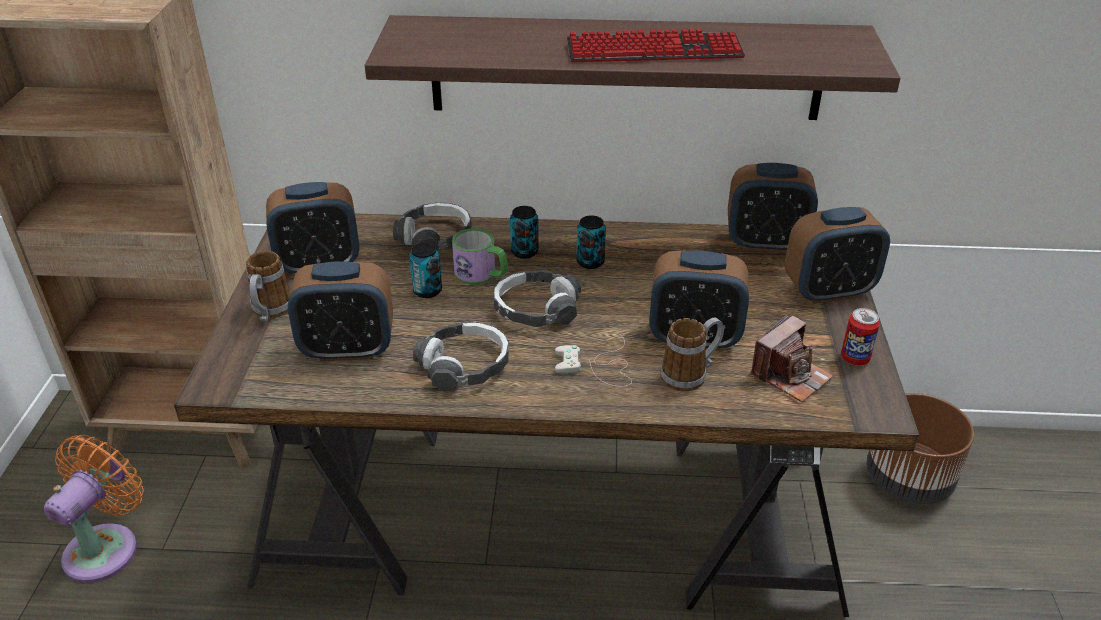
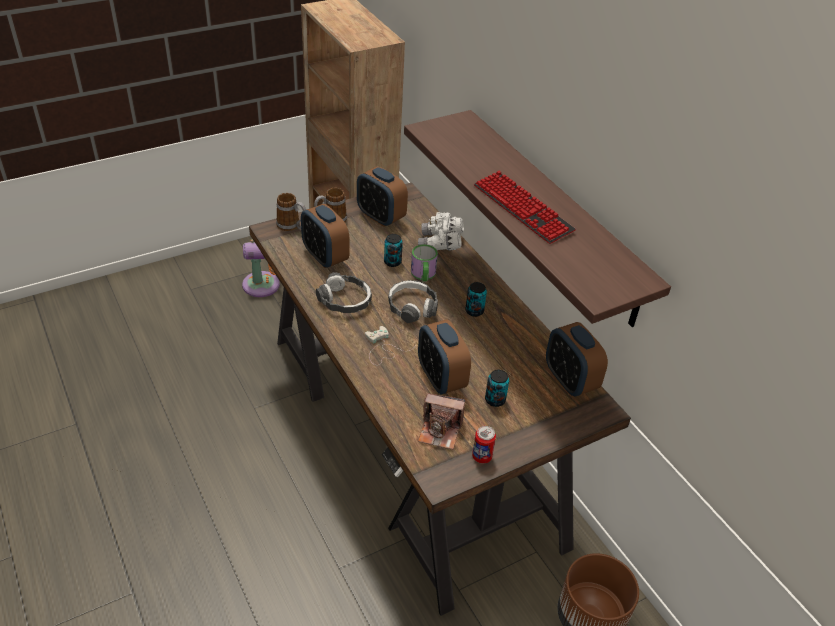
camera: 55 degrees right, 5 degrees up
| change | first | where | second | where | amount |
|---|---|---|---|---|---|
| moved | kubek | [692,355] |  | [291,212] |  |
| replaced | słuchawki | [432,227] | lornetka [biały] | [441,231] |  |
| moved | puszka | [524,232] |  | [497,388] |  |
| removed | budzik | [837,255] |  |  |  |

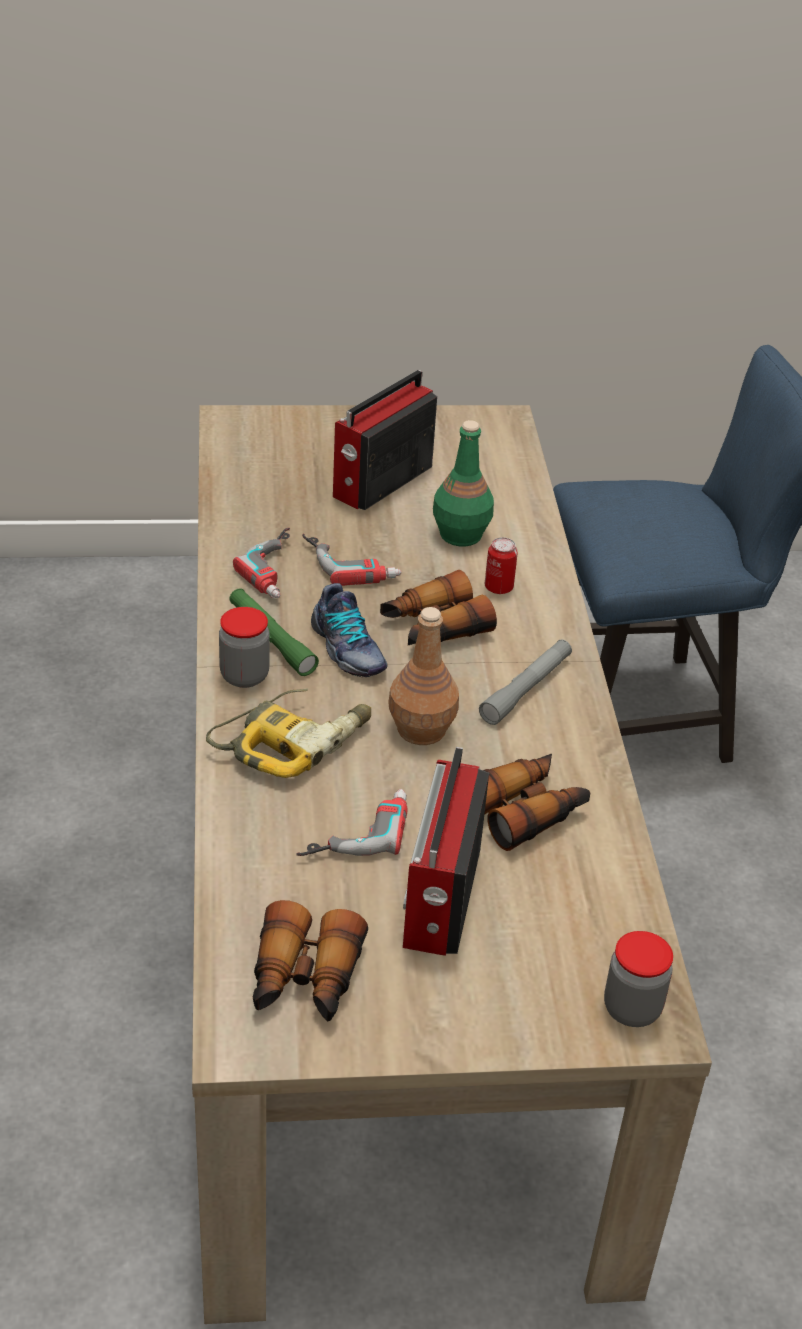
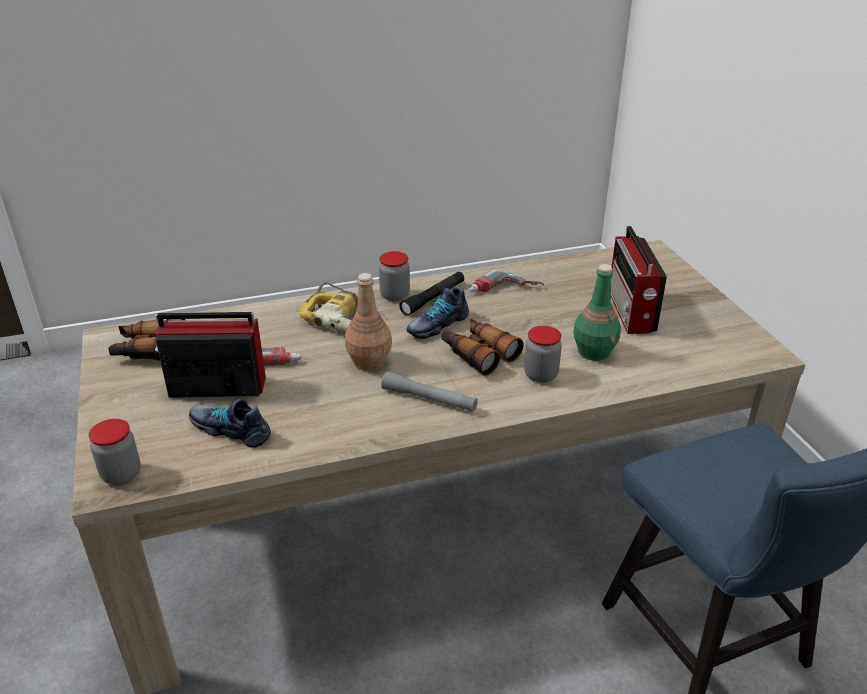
camera: 80 degrees right, 5 degrees down
| change | first | where | second | where | amount |
|---|---|---|---|---|---|
| added |  |  | but | [230,423] |  |
| recoloured | latarka [zielony] | [274,632] | latarka [czarny] | [431,294] |  |
| replaced | puszka | [501,565] | słoik | [543,354] |  |
| turned | radio | [385,440] |  | [639,280] | 120 degrees counterclockwise |
| removed | wiertarka | [352,560] |  |  |  |
| removed | lornetka | [536,802] |  |  |  |

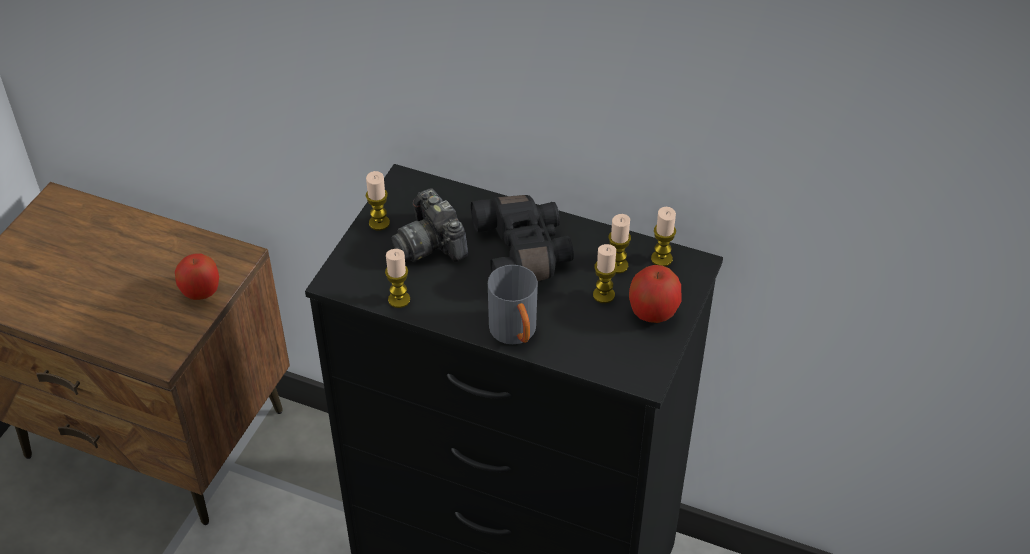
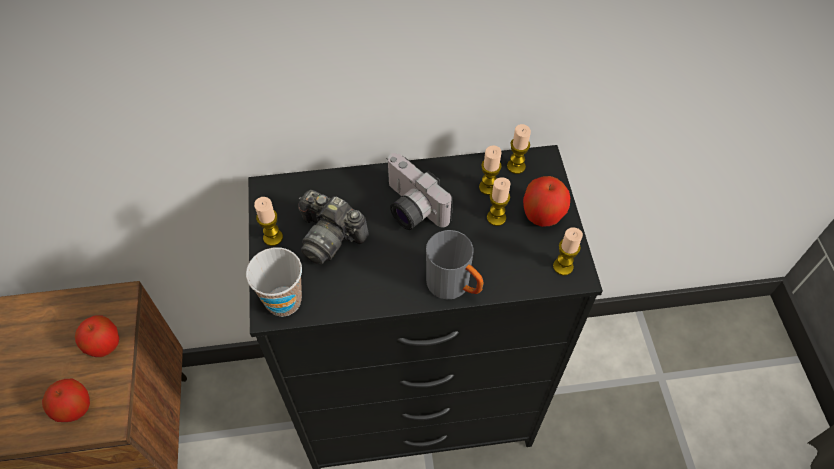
camera: 30 degrees left, 10 degrees up
| change | first | where | second | where | amount |
|---|---|---|---|---|---|
| added |  |  | jabłko | [66,400] |  |
| added |  |  | filiżanka | [274,282] |  |
| replaced | lornetka [czarny] | [522,238] | aparat fotograficzny | [419,191] |  |
| moved | świeca | [397,278] |  | [568,251] |  |

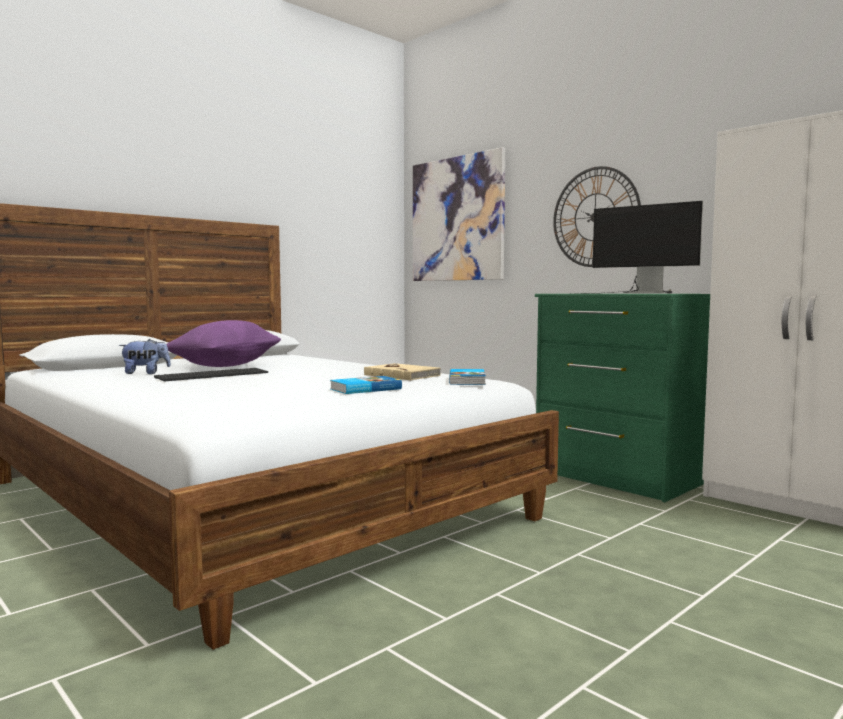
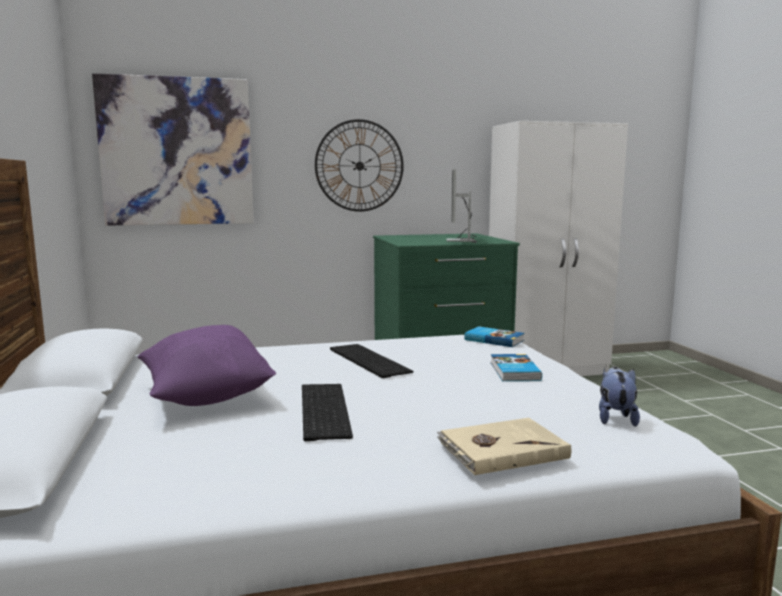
camera: 60 degrees left, 5 degrees up
| change | first | where | second | where | amount |
|---|---|---|---|---|---|
| added |  |  | klawiatura | [371,361] |  |
| moved | książka [beżowy] | [403,371] |  | [504,446] |  |
| turned | monitor | [648,247] |  | [461,206] | 120 degrees clockwise |
| moved | pluszak | [145,356] |  | [619,397] |  |

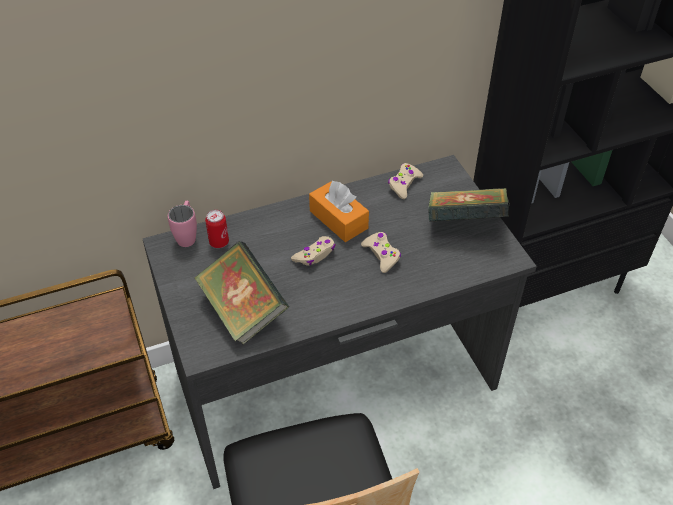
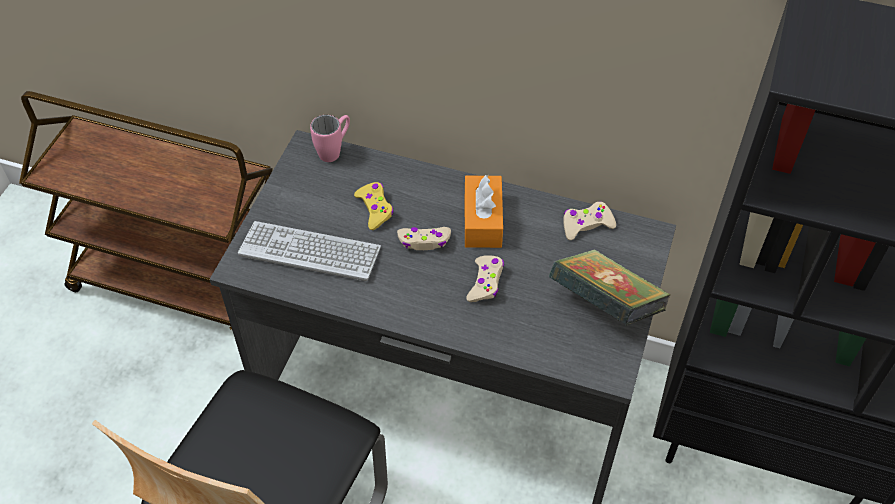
camera: 40 degrees right, 5 degrees up
| change | first | where | second | where | amount |
|---|---|---|---|---|---|
| replaced | książka | [241,293] | klawiatura | [309,251] |  |
| added |  |  | pad do gier [żółty] | [374,206] |  |
| removed | puszka | [217,229] |  |  |  |

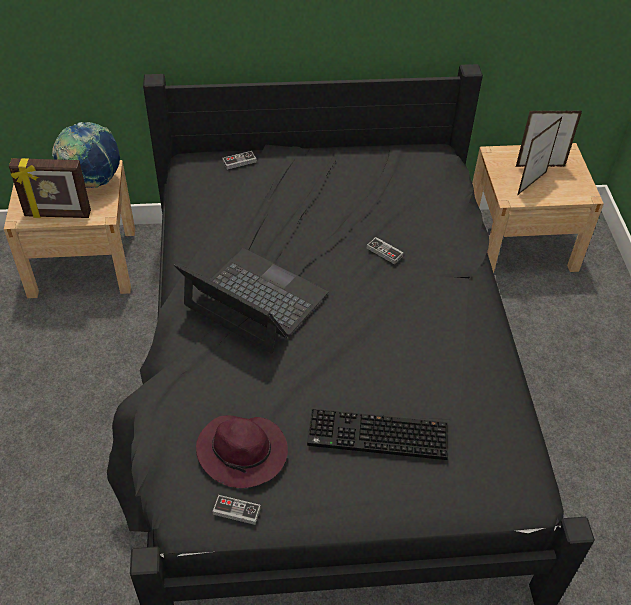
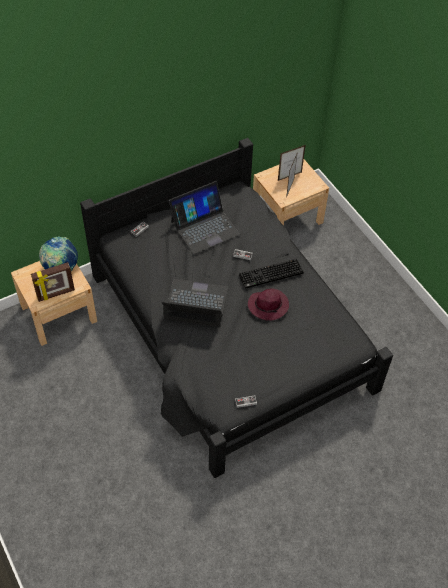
camera: 25 degrees left, 5 degrees up
| change | first | where | second | where | amount |
|---|---|---|---|---|---|
| added |  |  | laptop | [204,217] |  |
| moved | klawiatura | [377,434] |  | [271,274] |  |
| moved | kapelusz [fioletowy] | [242,451] |  | [268,304] |  |

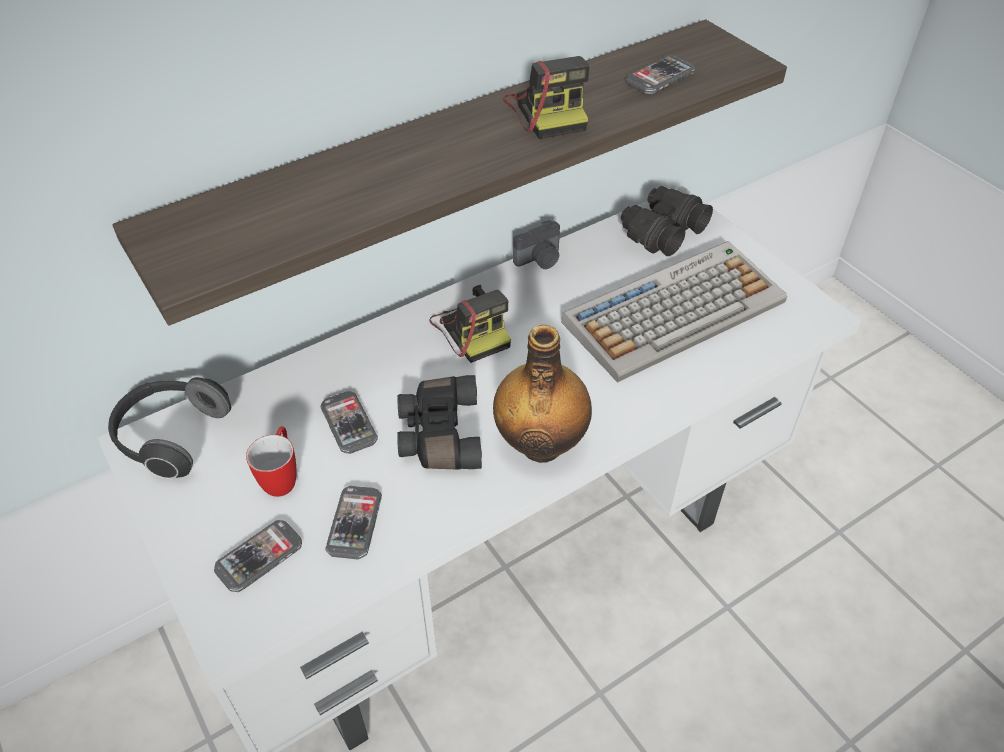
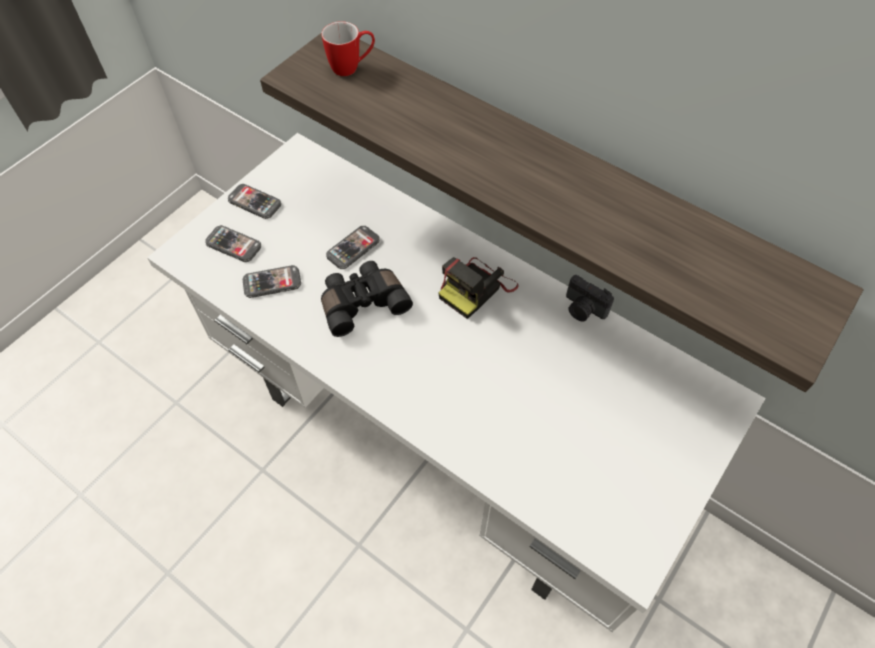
camera: 70 degrees right, 10 degrees up
| change | first | where | second | where | amount |
|---|---|---|---|---|---|
| moved | telefon | [660,74] |  | [254,201] |  |
| moved | kubek | [271,461] |  | [348,48] |  |
| removed | słuchawki | [169,428] |  |  |  |
| removed | butelka | [542,394] |  |  |  |
| removed | aparat fotograficzny | [546,97] |  |  |  |
| removed | klawiatura | [674,312] |  |  |  |
| removed | lornetka [czarny] | [667,221] |  |  |  |

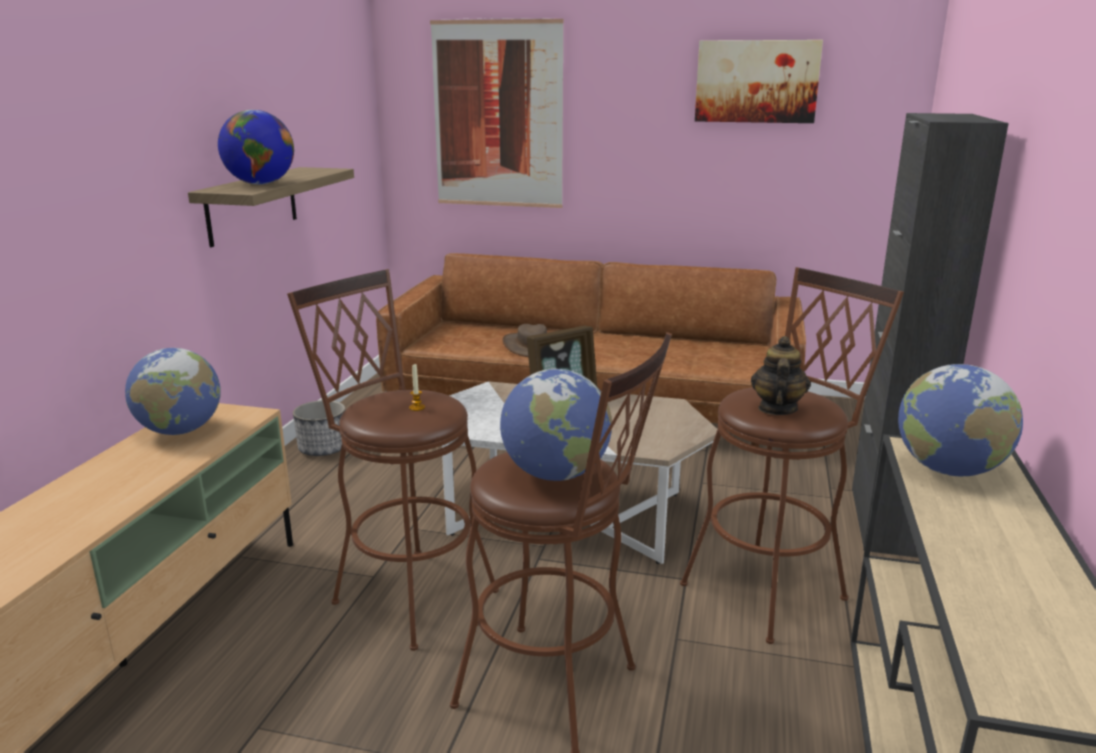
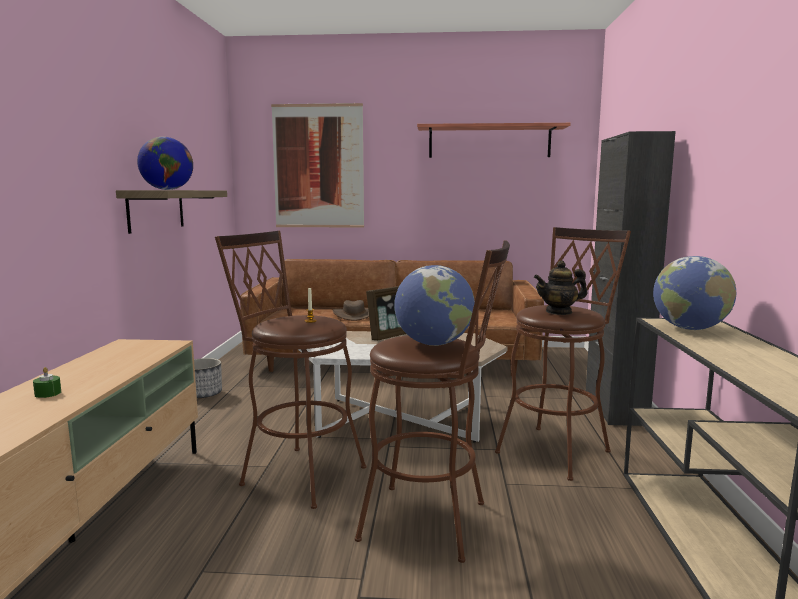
camera: 10 degrees left, 10 degrees down
| change | first | where | second | where | amount |
|---|---|---|---|---|---|
| added |  |  | świeca [zielony] | [47,382] |  |
| replaced | obraz | [759,81] | półka | [493,140] |  |
| turned | imbryk | [781,375] |  | [560,288] | 105 degrees counterclockwise |
| removed | globus | [173,391] |  |  |  |

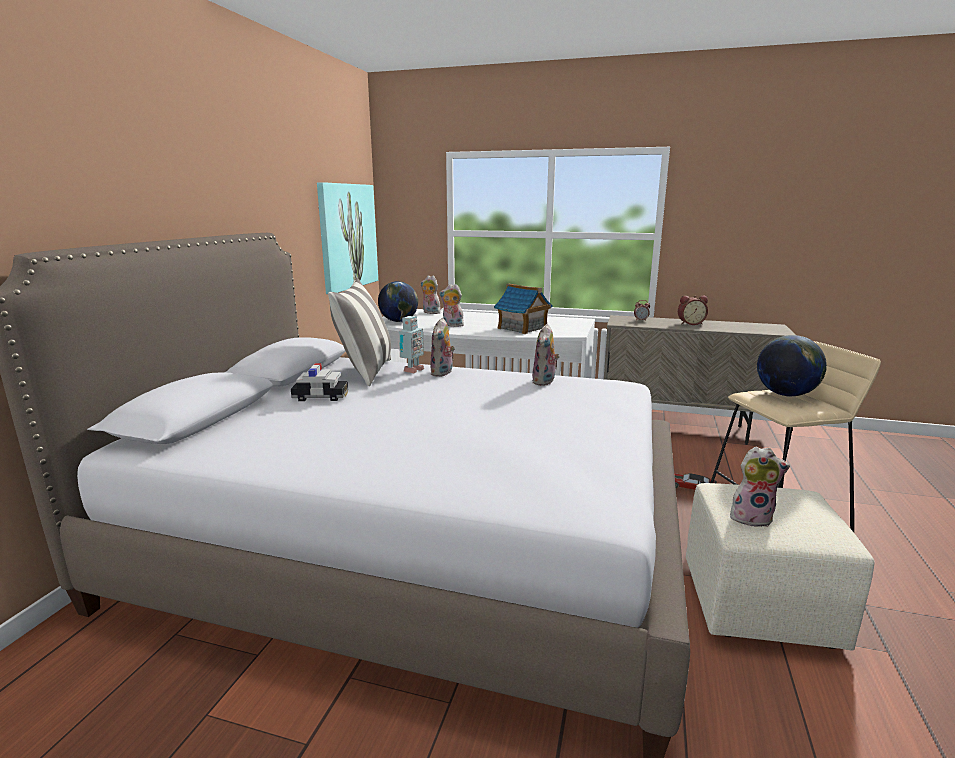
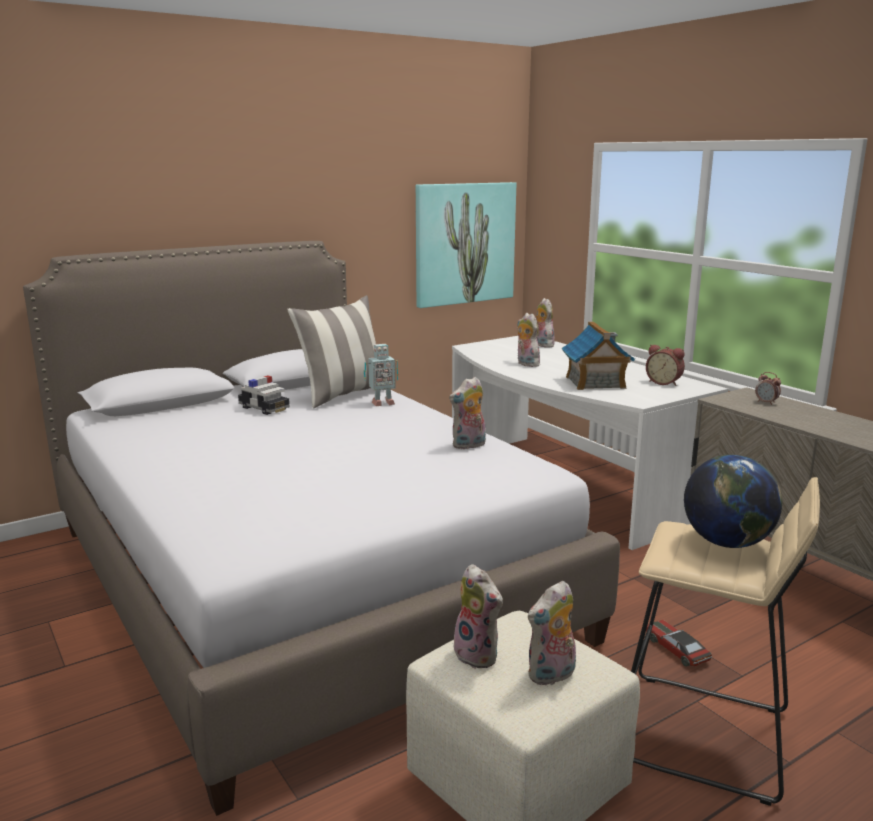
camera: 40 degrees right, 0 degrees up
| change | first | where | second | where | amount |
|---|---|---|---|---|---|
| moved | pluszak | [442,347] |  | [552,634] |  |
| moved | budzik | [693,310] |  | [665,365] |  |
| removed | globus | [398,301] |  |  |  |

